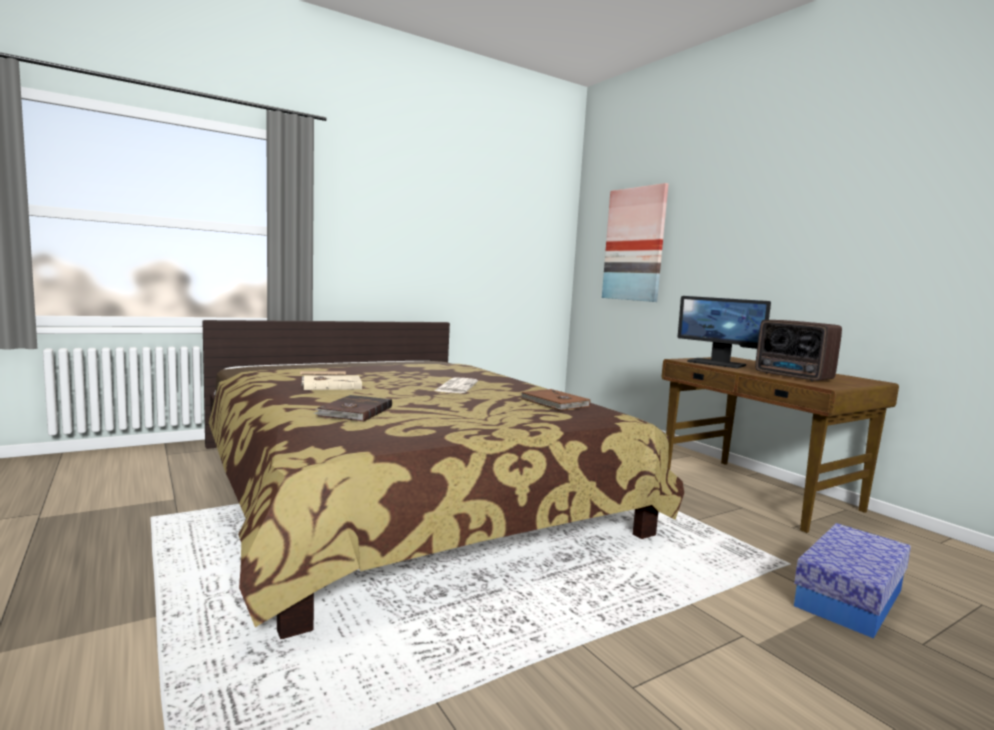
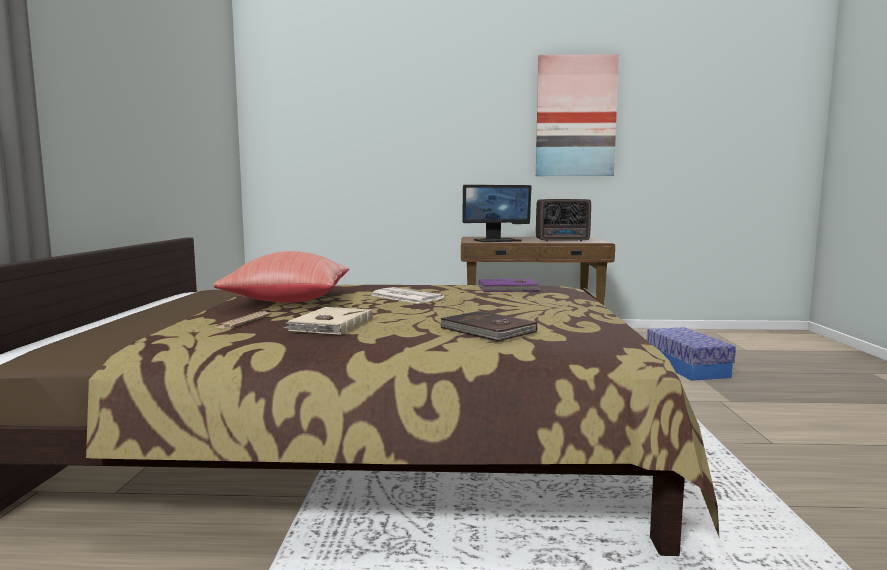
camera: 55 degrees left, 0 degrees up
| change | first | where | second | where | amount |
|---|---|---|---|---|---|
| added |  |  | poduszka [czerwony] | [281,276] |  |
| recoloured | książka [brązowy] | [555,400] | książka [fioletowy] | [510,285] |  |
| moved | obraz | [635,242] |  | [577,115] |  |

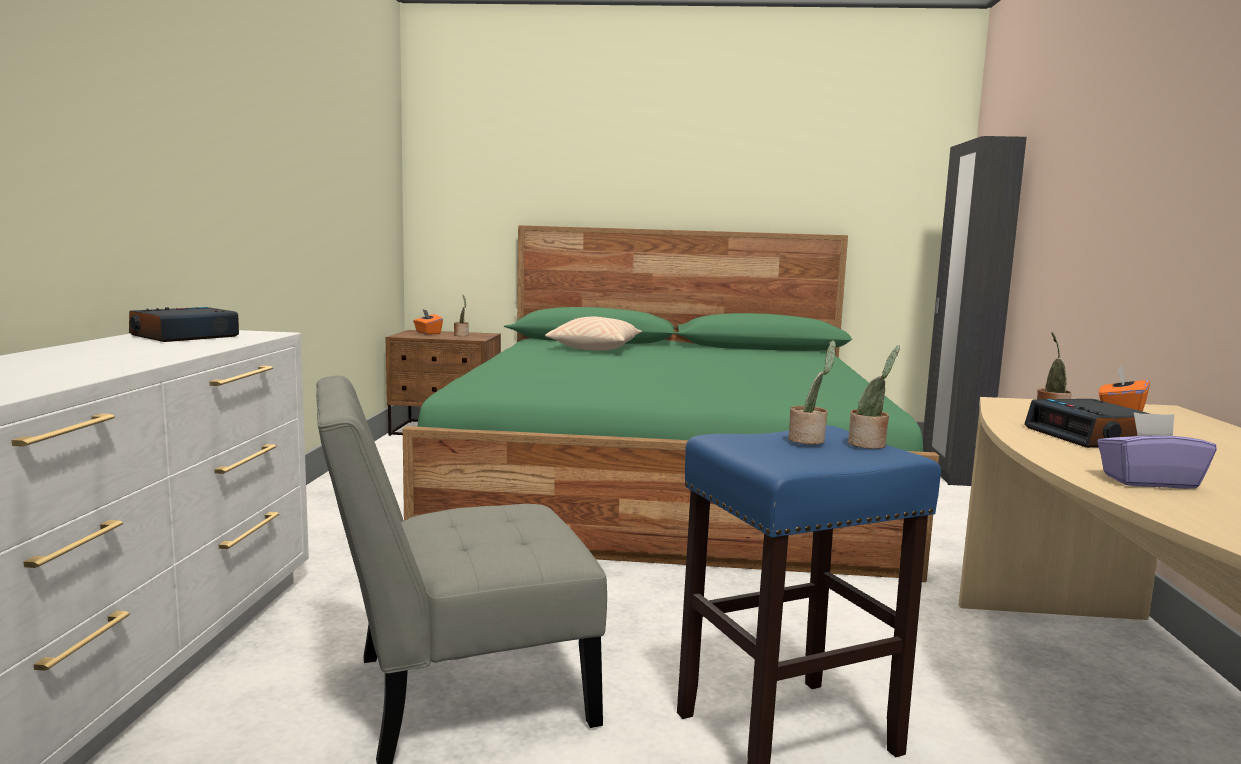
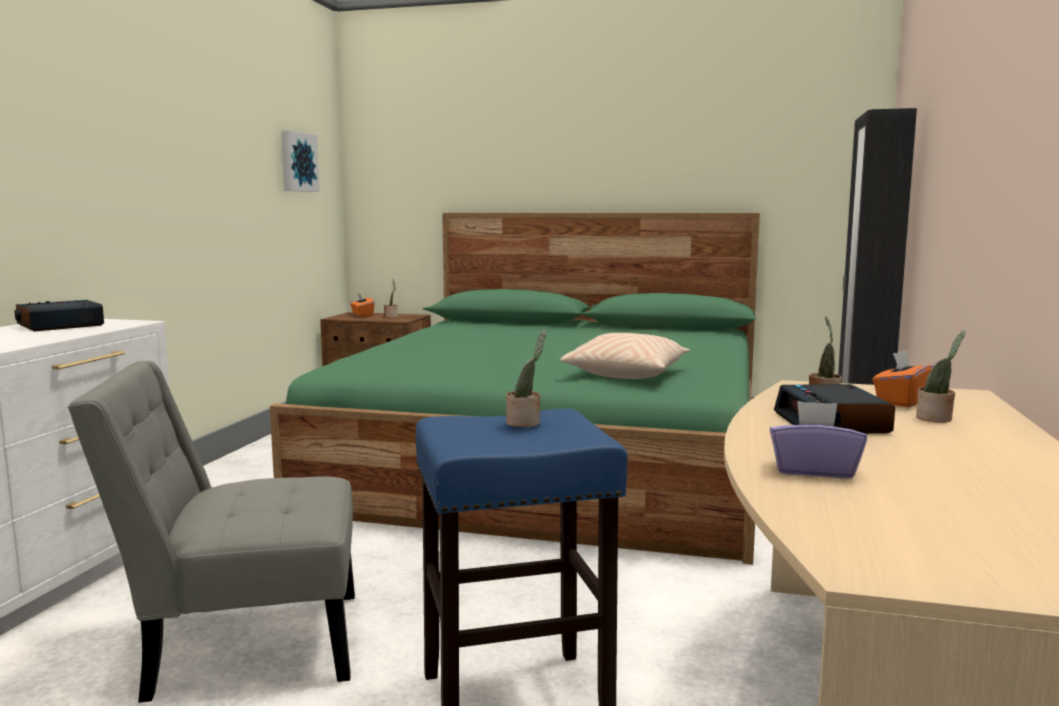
camera: 10 degrees right, 0 degrees up
| change | first | where | second | where | amount |
|---|---|---|---|---|---|
| added |  |  | obraz | [300,161] |  |
| moved | poduszka [beżowy] | [593,333] |  | [625,356] |  |
| moved | roślina doniczkowa | [874,397] |  | [940,376] |  |

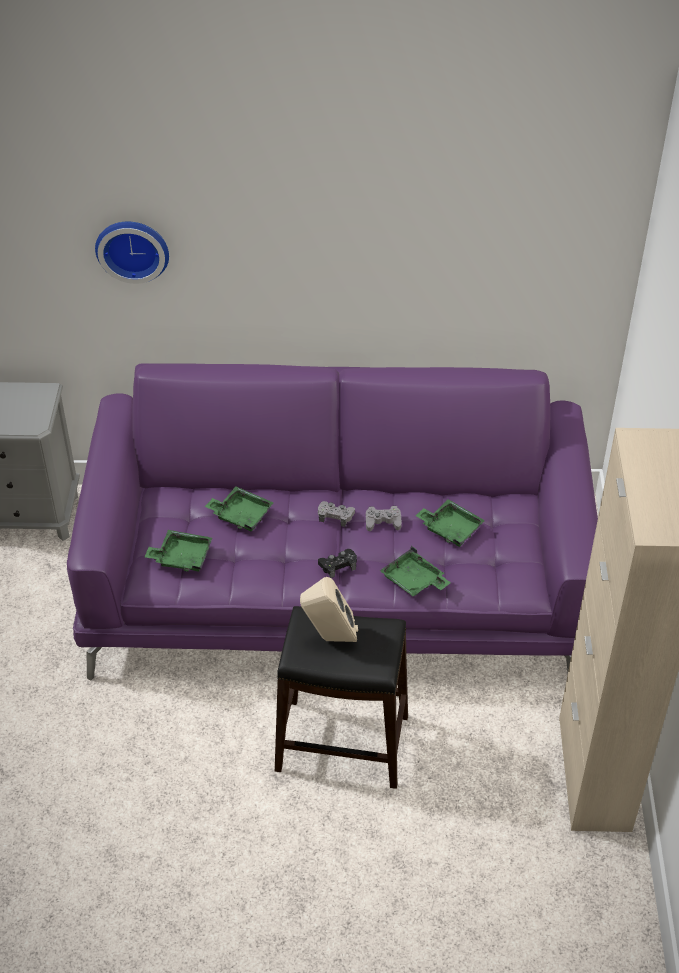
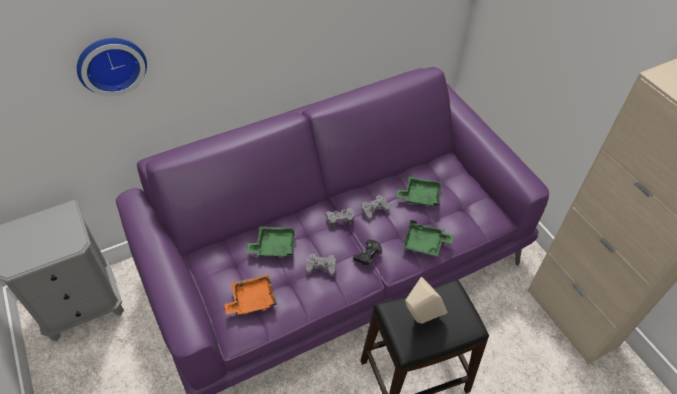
camera: 30 degrees left, 5 degrees up
| change | first | where | second | where | amount |
|---|---|---|---|---|---|
| recoloured | taca [zielony] | [178,551] | taca [pomarańczowy] | [250,295] |  |
| added |  |  | pad do gier [szary] | [321,264] |  |

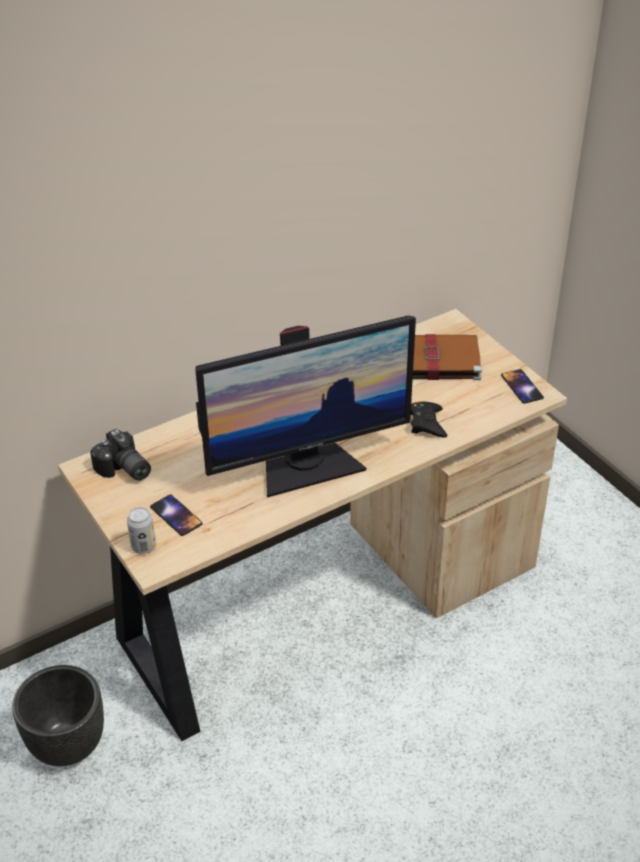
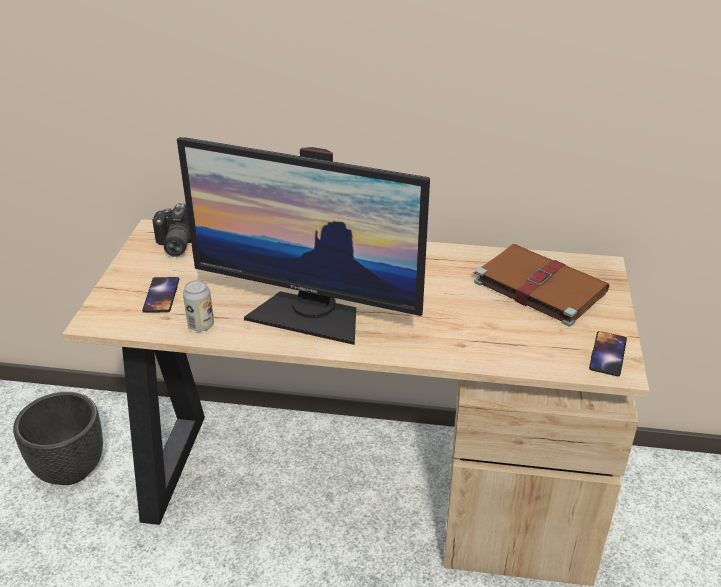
camera: 40 degrees right, 5 degrees down
| change | first | where | second | where | amount |
|---|---|---|---|---|---|
| moved | puszka | [141,530] |  | [198,306] |  |
| removed | pad do gier [czarny] | [429,420] |  |  |  |

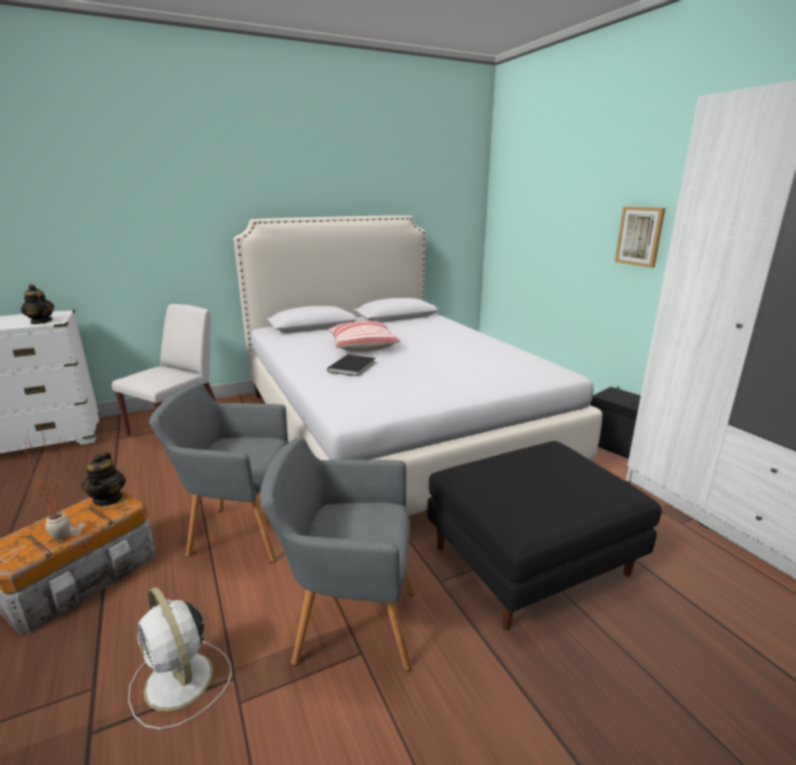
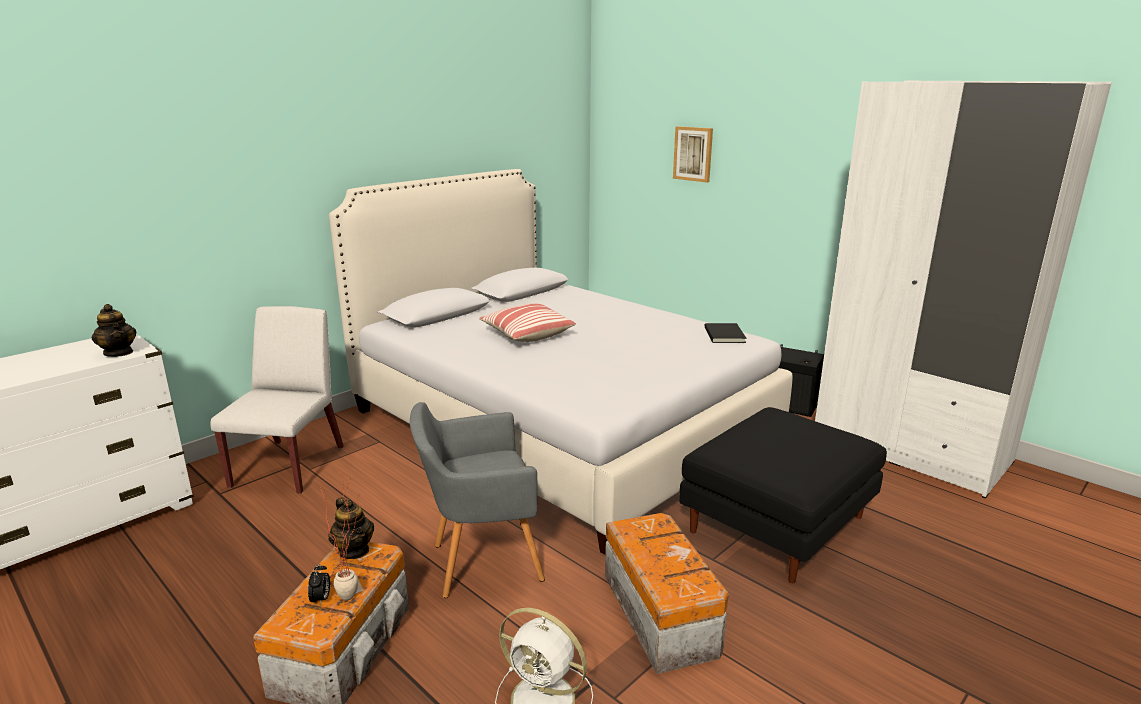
camera: 20 degrees left, 0 degrees up
| change | first | where | second | where | amount |
|---|---|---|---|---|---|
| turned | imbryk | [37,304] |  | [114,330] | 150 degrees counterclockwise |
| added |  |  | budzik | [319,584] |  |
| replaced | fotel [szary] | [337,554] | pojemnik do przechowywania | [667,593] |  |
| moved | obraz | [640,237] |  | [693,154] |  |
| moved | książka [czarny] | [351,365] |  | [725,333] |  |

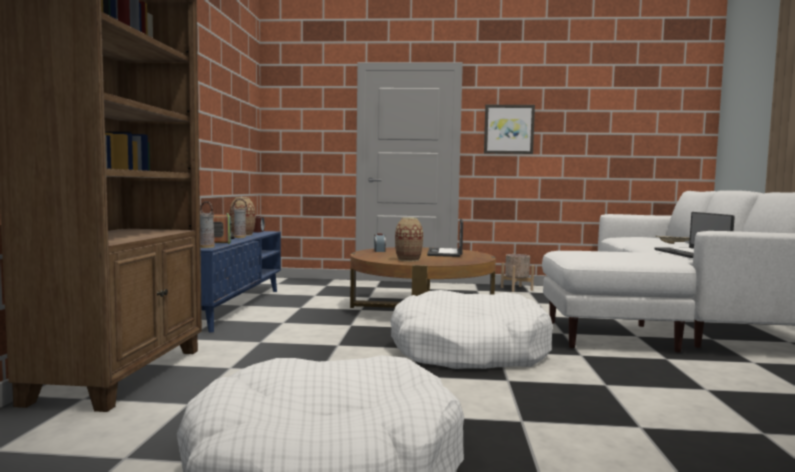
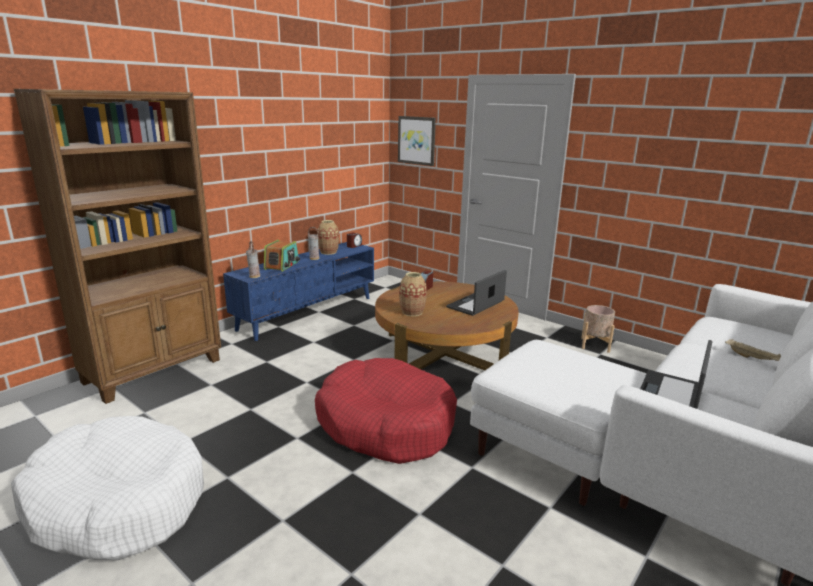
camera: 35 degrees right, 15 degrees up
| change | first | where | second | where | amount |
|---|---|---|---|---|---|
| recoloured | legowisko [biały] | [471,329] | legowisko [czerwony] | [386,411] |  |
| moved | obraz | [509,129] |  | [417,141] |  |

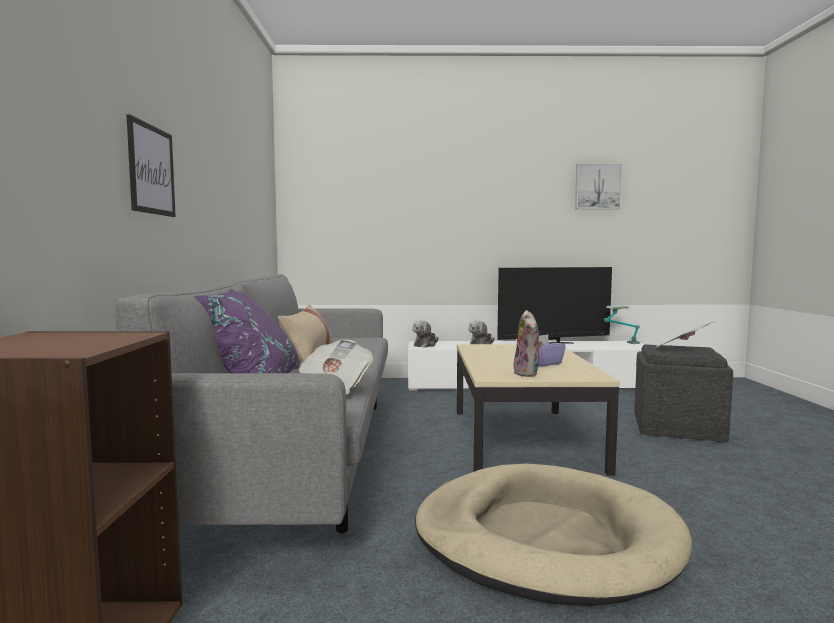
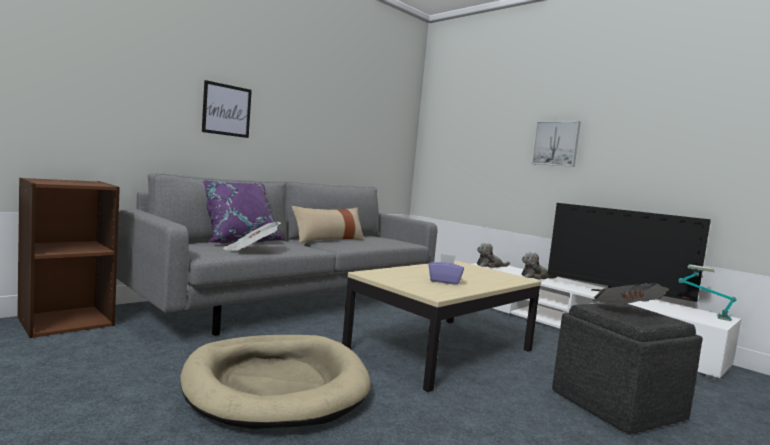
camera: 45 degrees right, 0 degrees up
| change | first | where | second | where | amount |
|---|---|---|---|---|---|
| moved | obraz | [599,186] |  | [556,144] |  |
| removed | pluszak | [528,343] |  |  |  |

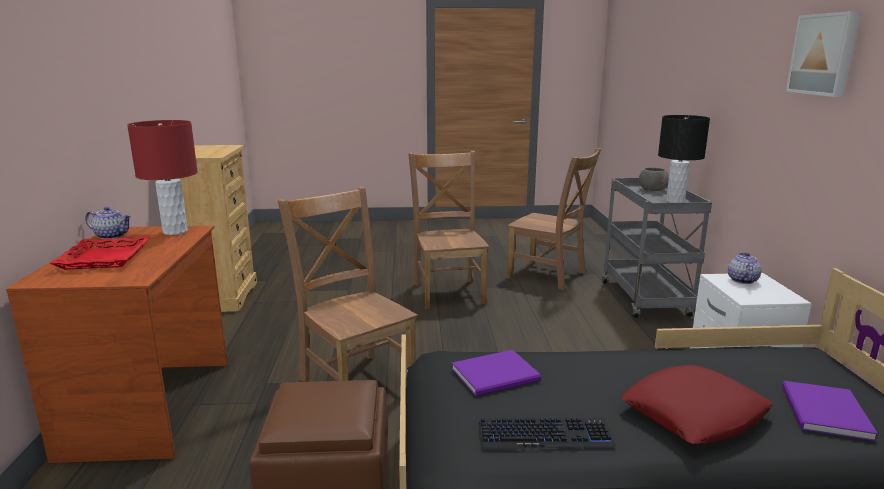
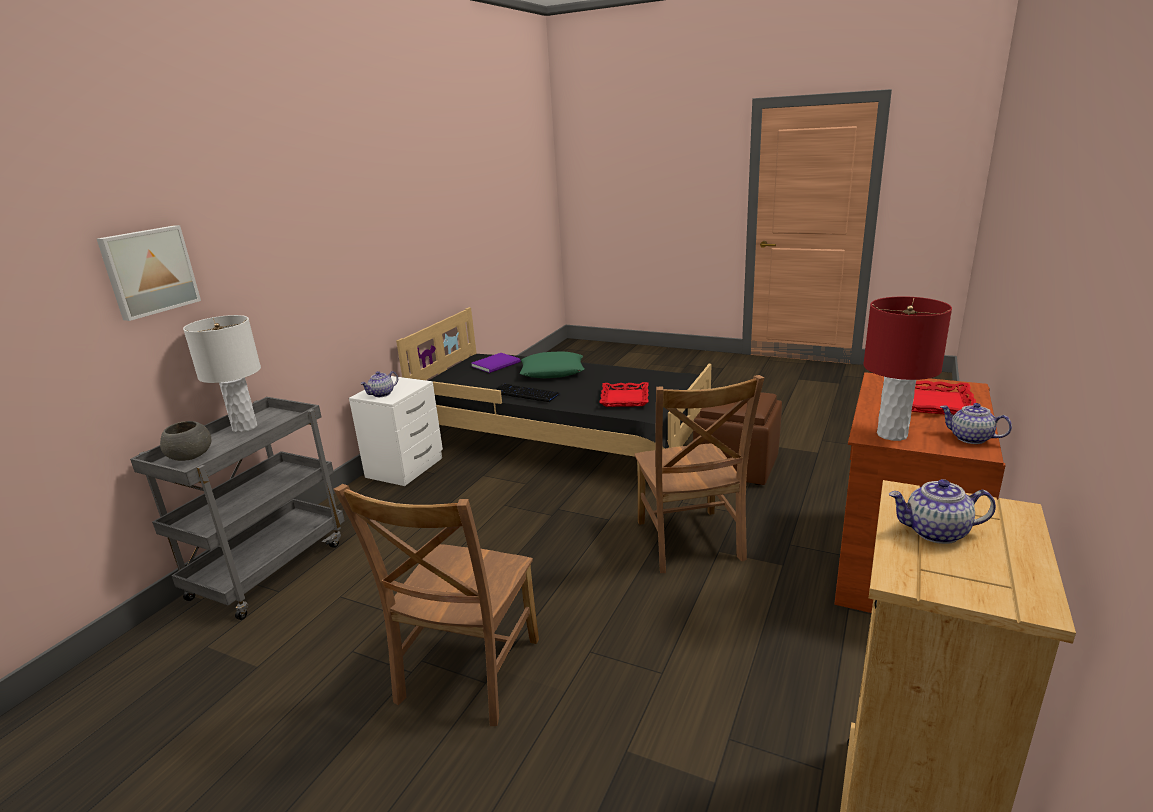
camera: 150 degrees left, 5 degrees up
| change | first | where | second | where | amount |
|---|---|---|---|---|---|
| moved | obraz | [823,54] |  | [149,273] |  |
| recoloured | lampa stołowa [czarny] | [684,159] | lampa stołowa [biały] | [222,373] |  |
| moved | klawiatura | [547,433] |  | [527,392] |  |
| recoloured | poduszka [czerwony] | [697,404] | poduszka [zielony] | [552,364] |  |
| replaced | książka [fioletowy] | [496,373] | taca [czerwony] | [624,394] |  |
| added |  |  | imbryk | [942,511] |  |
| removed | krzesło [brązowy] | [554,219] |  |  |  |

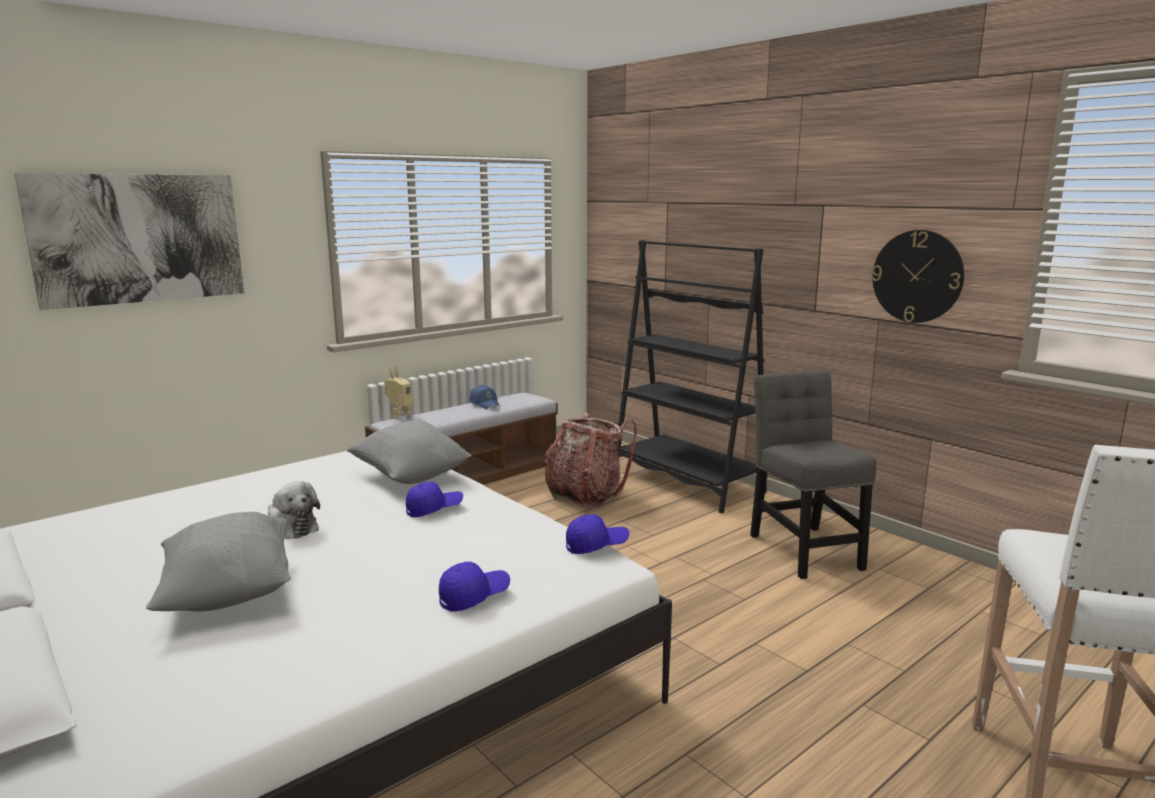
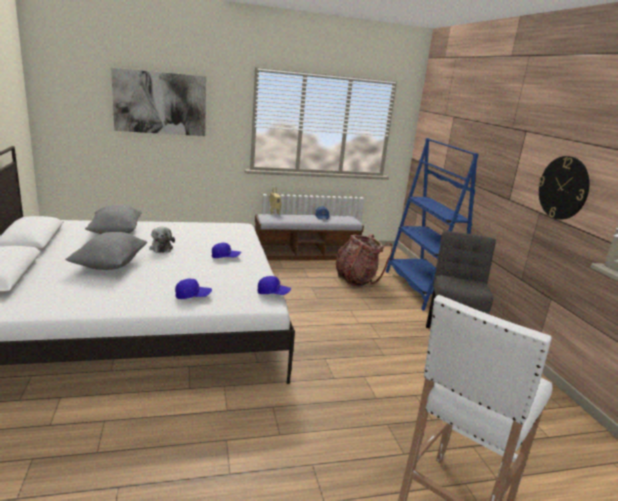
camera: 25 degrees right, 5 degrees up
| change | first | where | second | where | amount |
|---|---|---|---|---|---|
| moved | poduszka [szary] | [409,452] |  | [113,219] |  |
| recoloured | regał [czarny] | [692,376] | regał [niebieski] | [432,224] |  |

